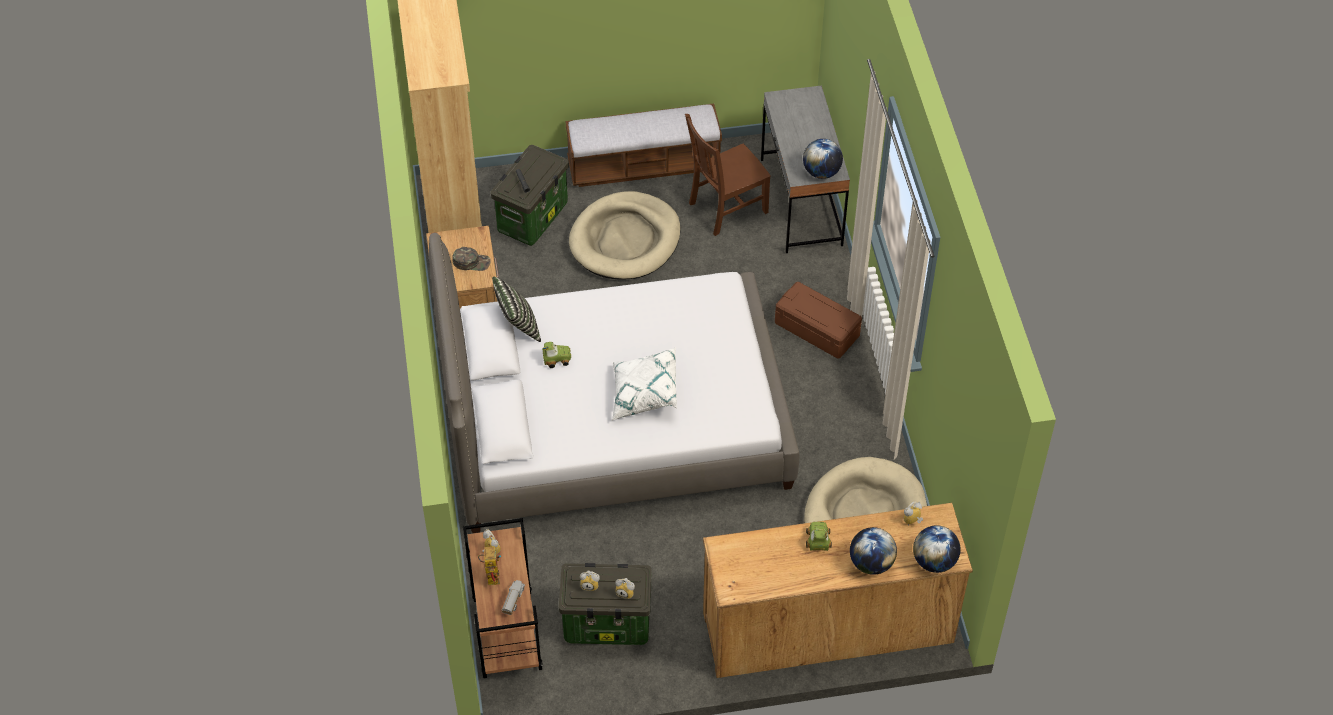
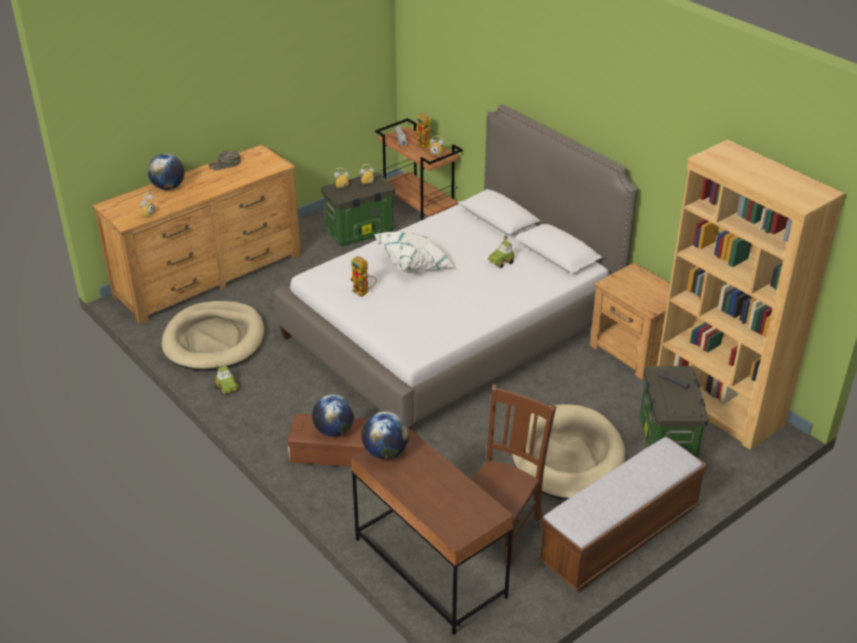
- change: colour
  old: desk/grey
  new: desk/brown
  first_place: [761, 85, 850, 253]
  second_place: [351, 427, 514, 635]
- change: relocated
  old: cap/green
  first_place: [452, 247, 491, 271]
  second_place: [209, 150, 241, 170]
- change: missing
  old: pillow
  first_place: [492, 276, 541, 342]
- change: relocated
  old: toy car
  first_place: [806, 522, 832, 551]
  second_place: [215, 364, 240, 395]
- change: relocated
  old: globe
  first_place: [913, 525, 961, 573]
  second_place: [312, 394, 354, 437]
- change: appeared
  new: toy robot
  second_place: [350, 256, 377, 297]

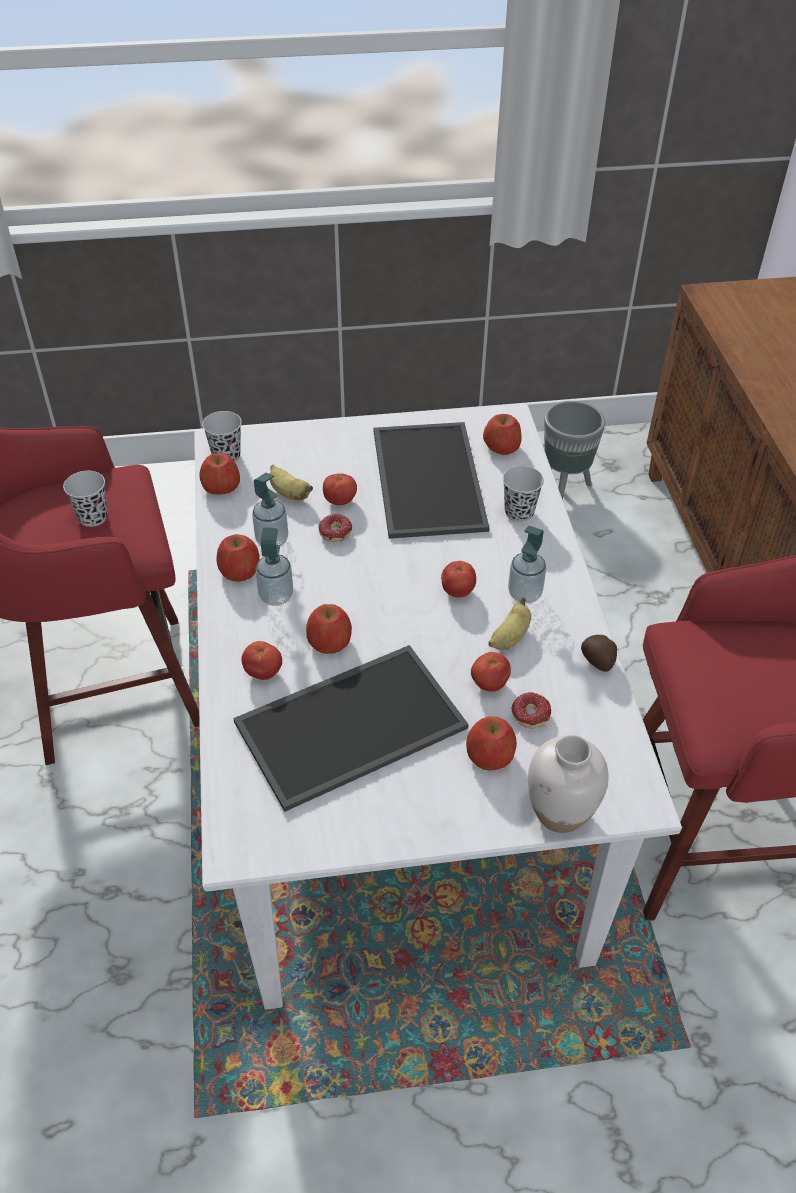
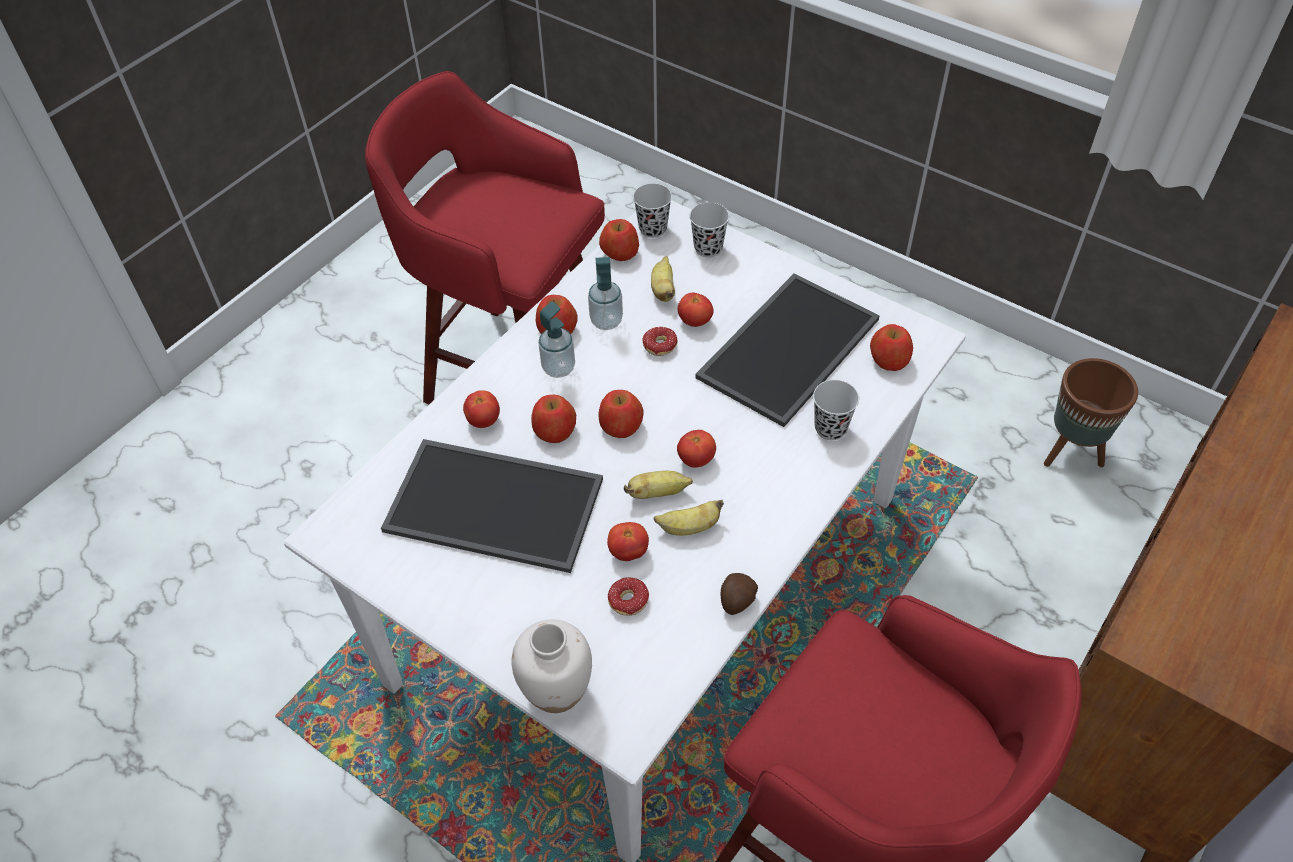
- change: colour
  old: planter/grey
  new: planter/brown
  first_place: [544, 401, 605, 500]
  second_place: [1044, 358, 1138, 467]
- change: relocated
  old: cup/black
  first_place: [63, 471, 107, 527]
  second_place: [690, 202, 729, 258]
- change: missing
  old: soap dispenser
  first_place: [508, 526, 546, 603]
- change: relocated
  old: apple
  first_place: [466, 716, 517, 770]
  second_place: [599, 390, 644, 438]
- change: appeared
  new: banana
  second_place: [624, 471, 693, 499]

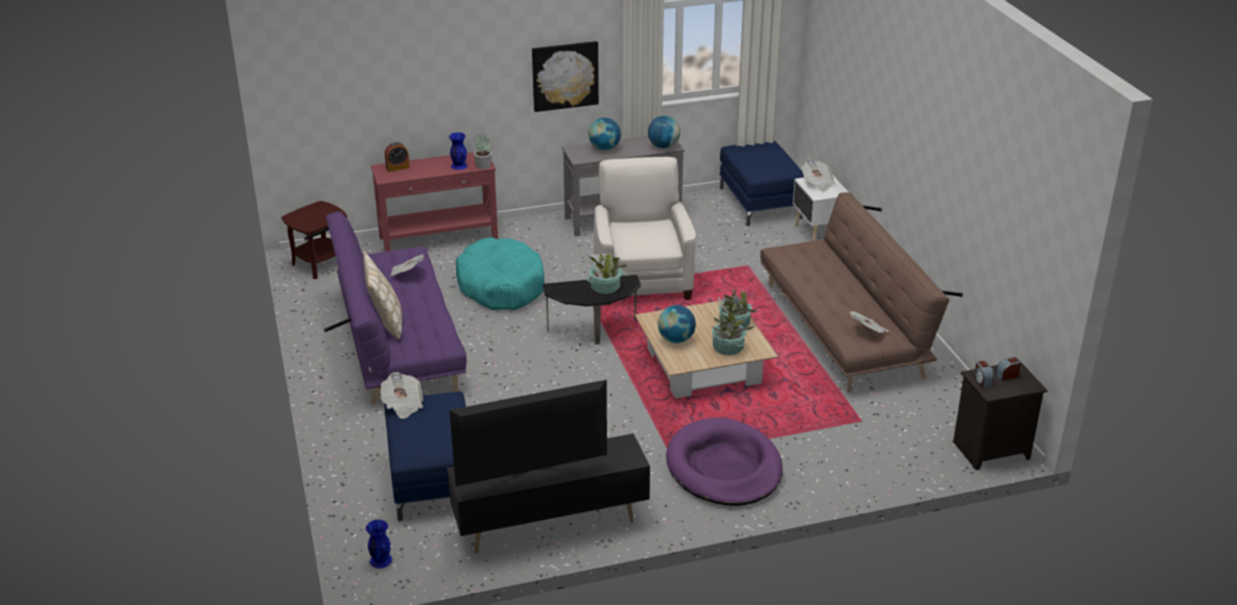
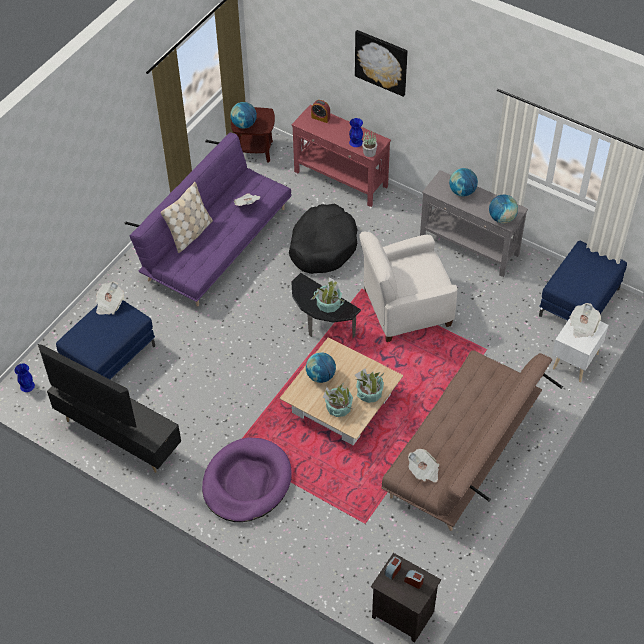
- change: relocated
  old: picture
  first_place: [532, 41, 599, 112]
  second_place: [355, 30, 408, 97]
- change: spun
  old: armchair/white
  first_place: [594, 157, 696, 305]
  second_place: [359, 232, 457, 342]
  degrees: -150
- change: colour
  old: dog bed/turquoise
  new: dog bed/black
  first_place: [456, 237, 545, 310]
  second_place: [289, 204, 358, 274]
- change: appeared
  new: globe
  second_place: [230, 102, 257, 129]

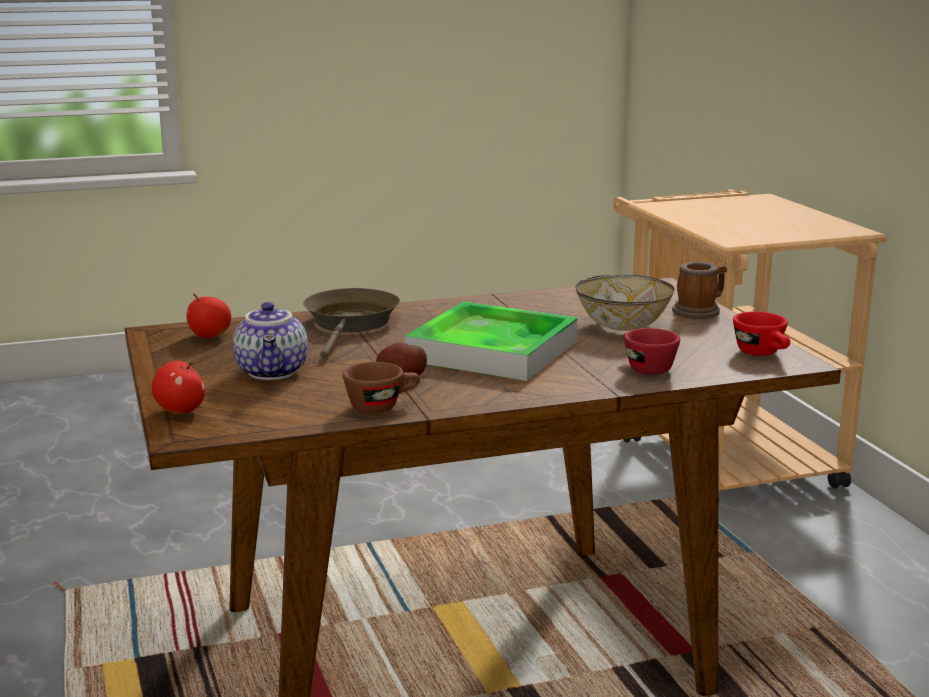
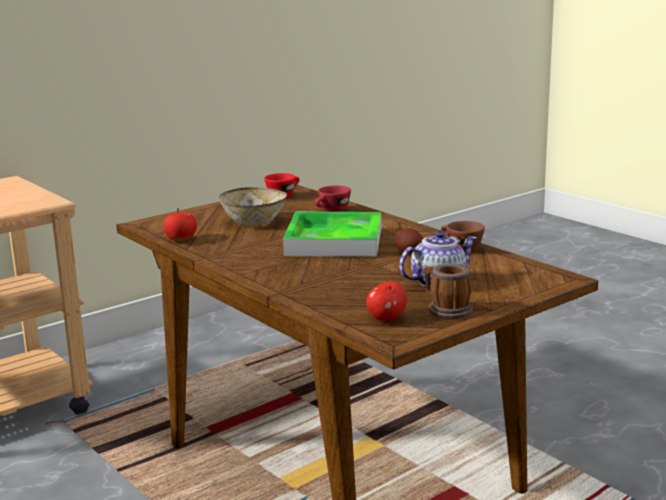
- change: relocated
  old: mug
  first_place: [672, 261, 727, 319]
  second_place: [423, 264, 473, 319]
- change: missing
  old: frying pan/brown
  first_place: [303, 288, 400, 359]
- change: relocated
  old: apple
  first_place: [152, 361, 205, 414]
  second_place: [163, 208, 197, 241]

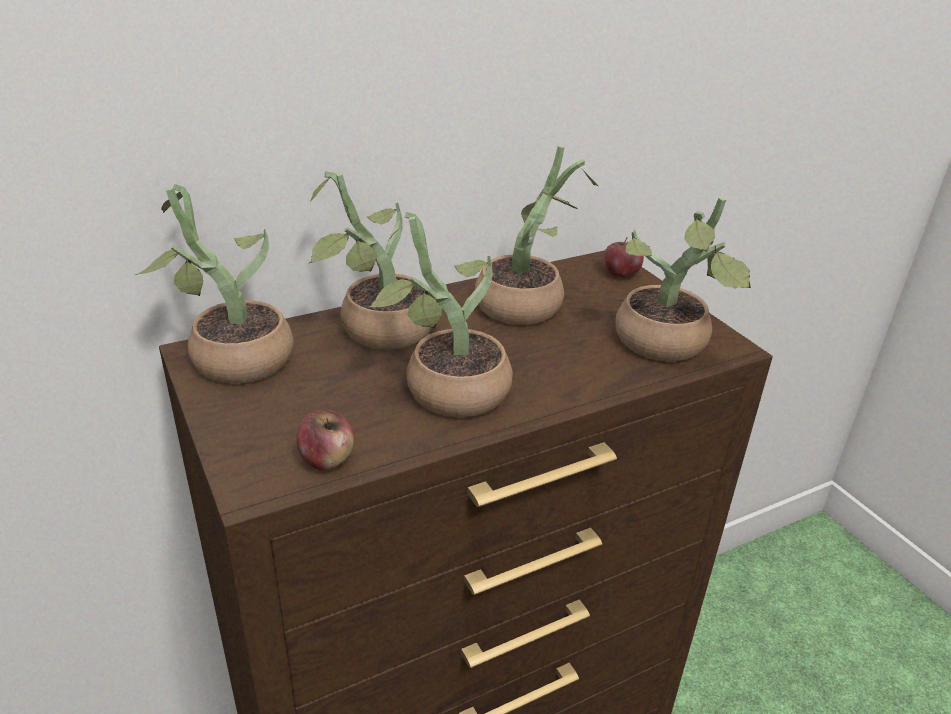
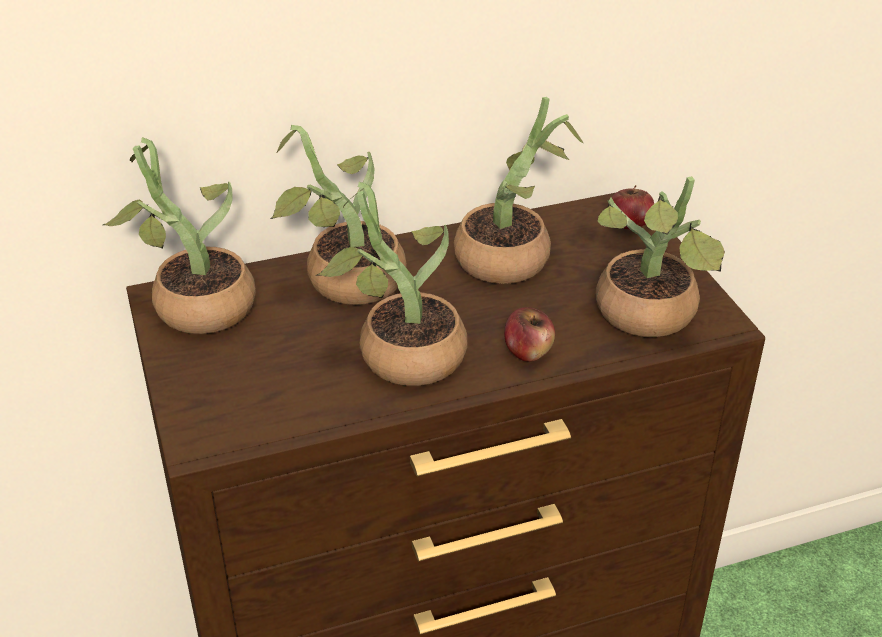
- change: relocated
  old: apple
  first_place: [297, 410, 355, 471]
  second_place: [504, 307, 555, 362]

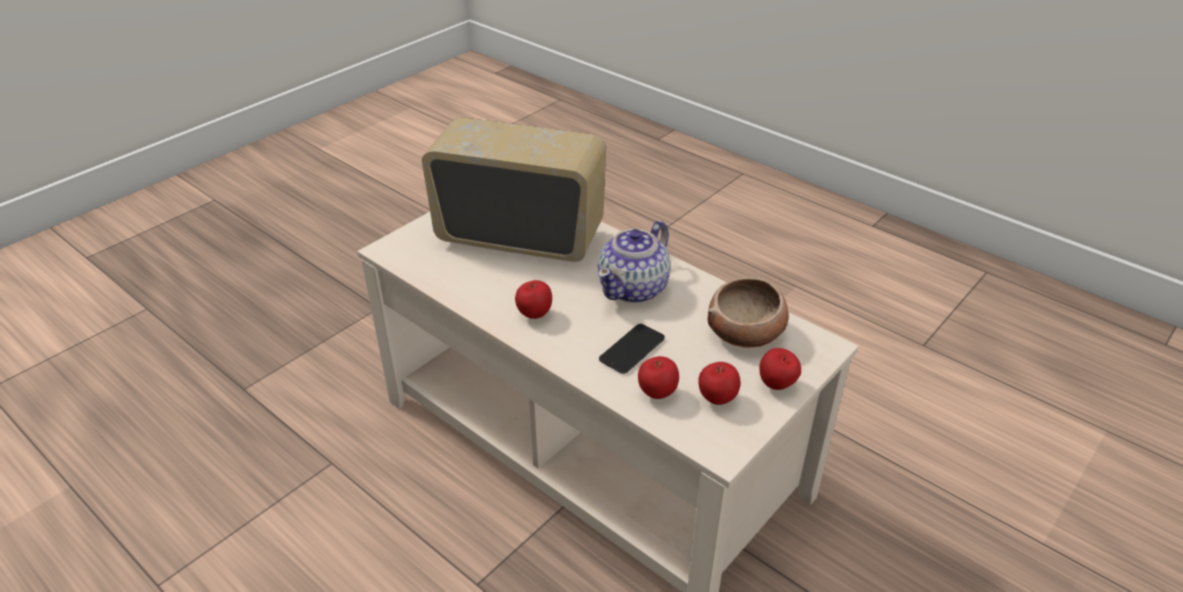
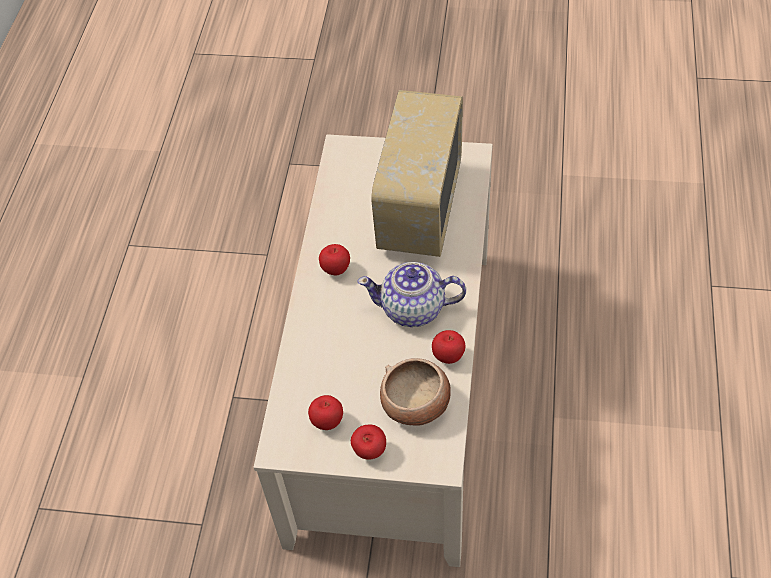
- change: spun
  old: radio
  first_place: [422, 117, 606, 262]
  second_place: [371, 90, 463, 257]
  degrees: -150
- change: missing
  old: phone
  first_place: [599, 324, 665, 374]
- change: relocated
  old: apple
  first_place: [638, 356, 679, 399]
  second_place: [432, 330, 465, 364]

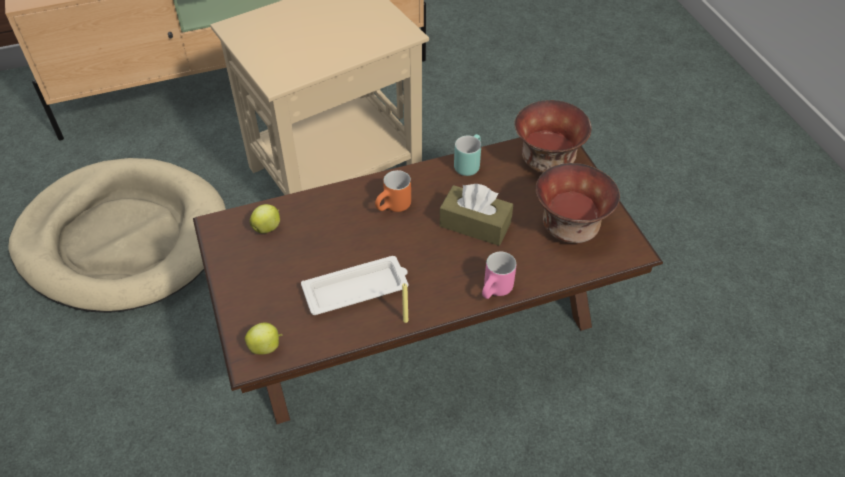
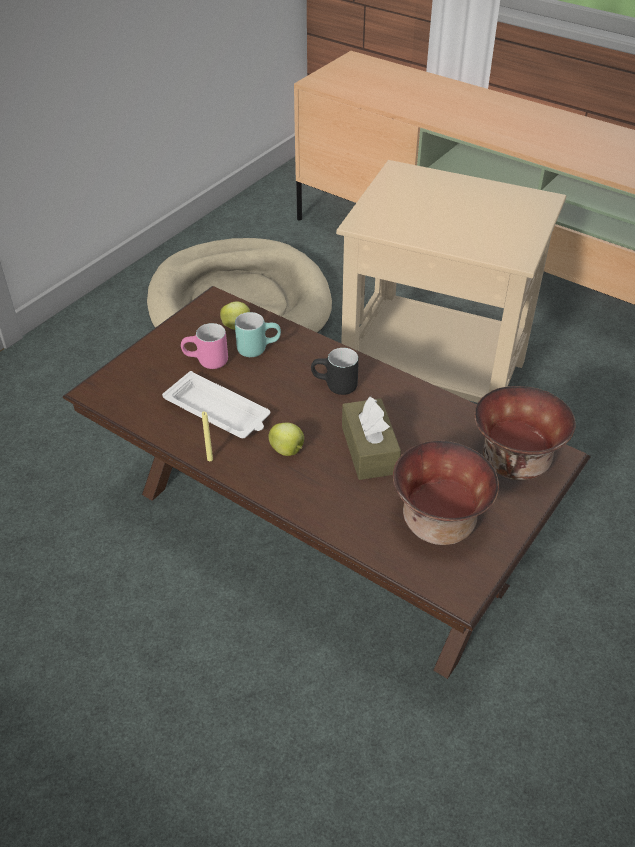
- change: relocated
  old: mug/turquoise
  first_place: [454, 134, 481, 176]
  second_place: [235, 312, 281, 357]
- change: colour
  old: mug/orange
  new: mug/black
  first_place: [375, 170, 411, 212]
  second_place: [311, 348, 359, 395]
- change: relocated
  old: mug/pink
  first_place: [482, 252, 516, 299]
  second_place: [181, 323, 228, 369]
- change: relocated
  old: apple
  first_place: [245, 323, 283, 354]
  second_place: [268, 423, 304, 456]

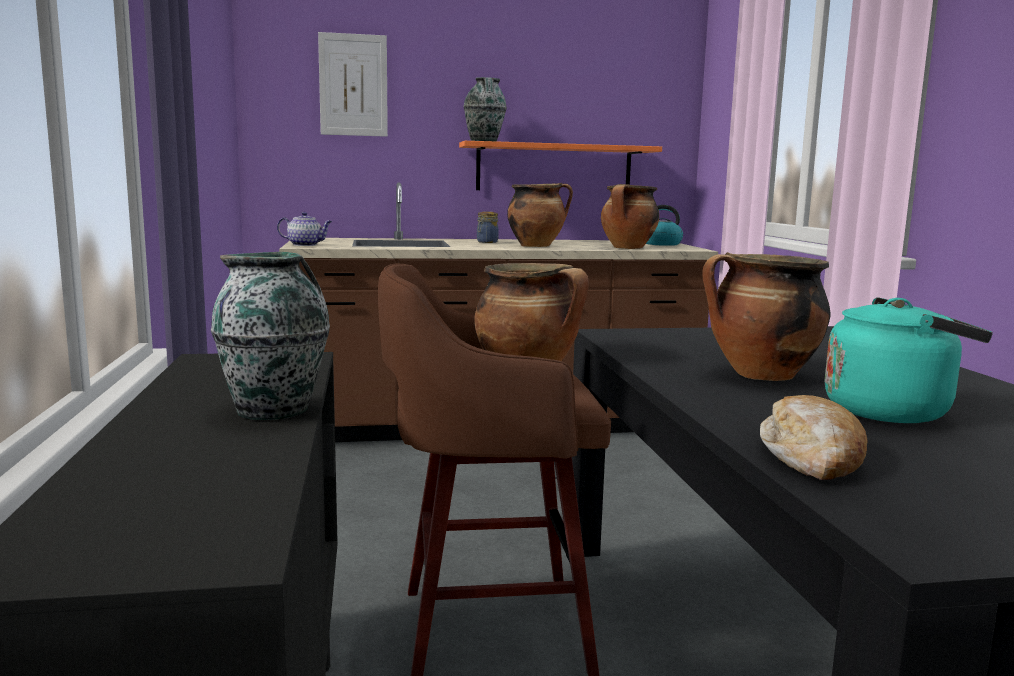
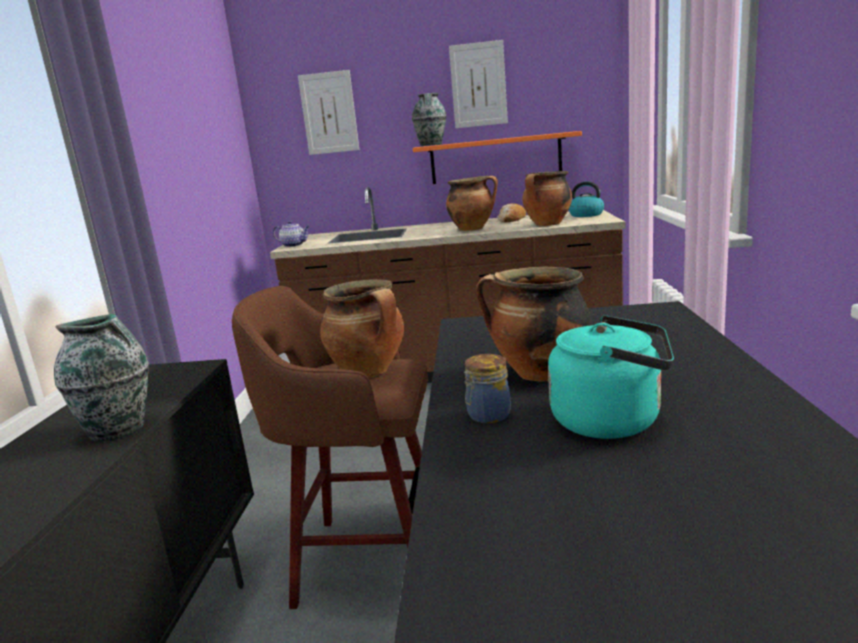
- change: relocated
  old: jar
  first_place: [477, 212, 499, 243]
  second_place: [464, 354, 511, 423]
- change: relocated
  old: bread
  first_place: [760, 395, 868, 480]
  second_place: [497, 203, 526, 222]
- change: appeared
  new: picture
  second_place: [449, 40, 508, 128]

